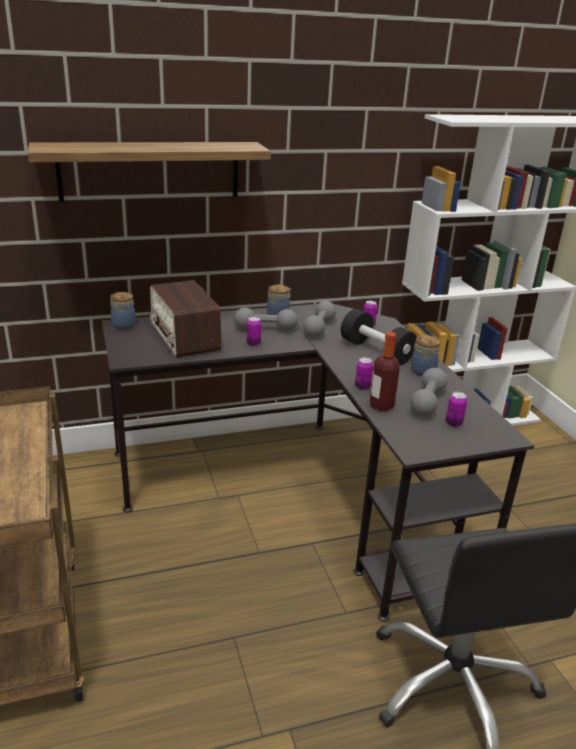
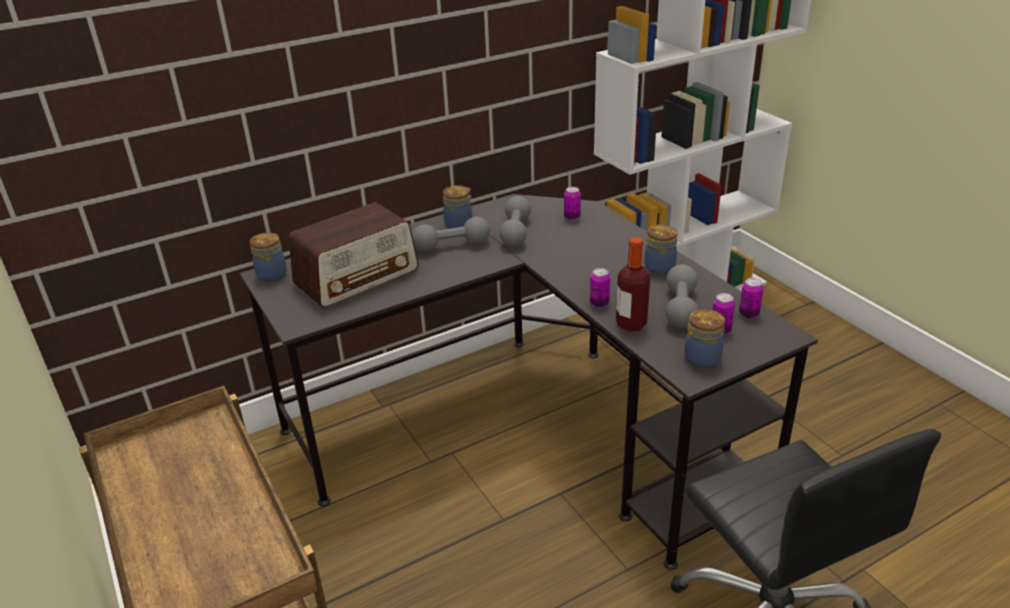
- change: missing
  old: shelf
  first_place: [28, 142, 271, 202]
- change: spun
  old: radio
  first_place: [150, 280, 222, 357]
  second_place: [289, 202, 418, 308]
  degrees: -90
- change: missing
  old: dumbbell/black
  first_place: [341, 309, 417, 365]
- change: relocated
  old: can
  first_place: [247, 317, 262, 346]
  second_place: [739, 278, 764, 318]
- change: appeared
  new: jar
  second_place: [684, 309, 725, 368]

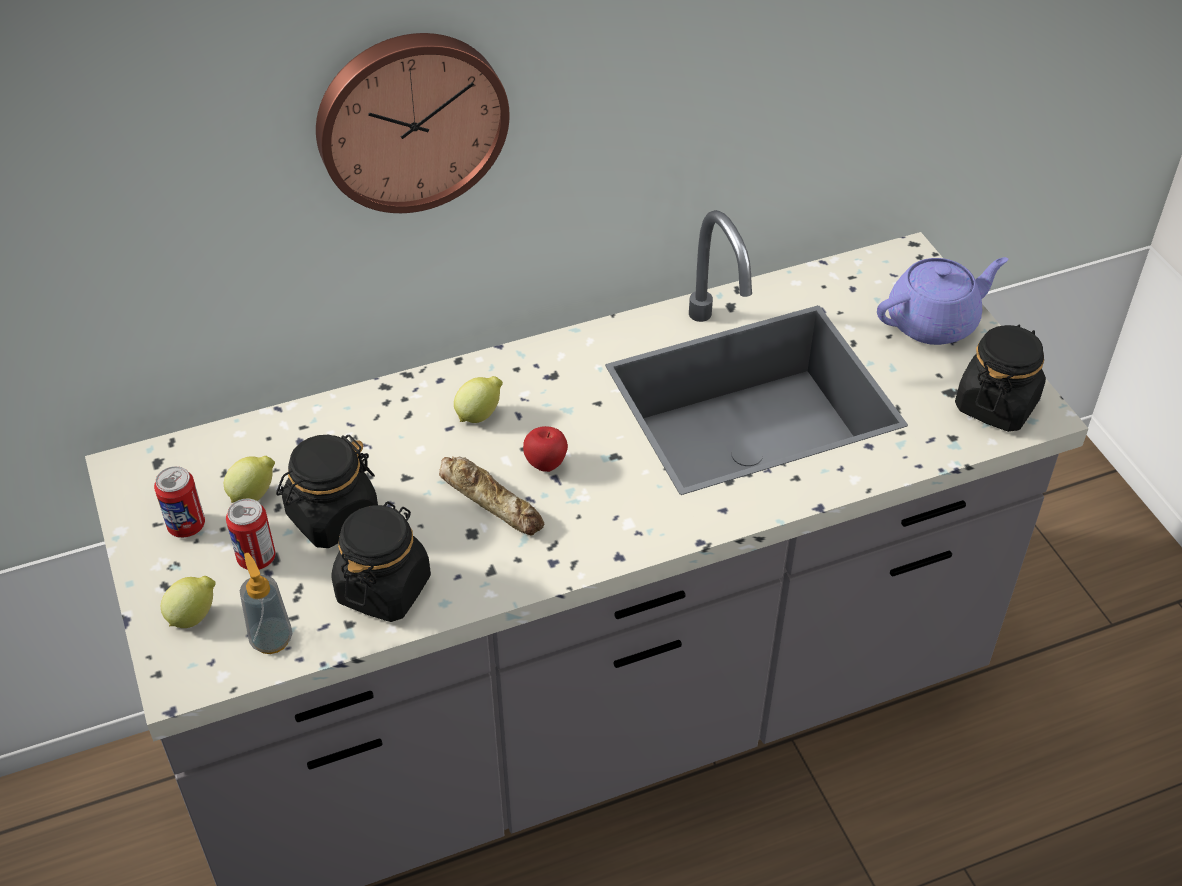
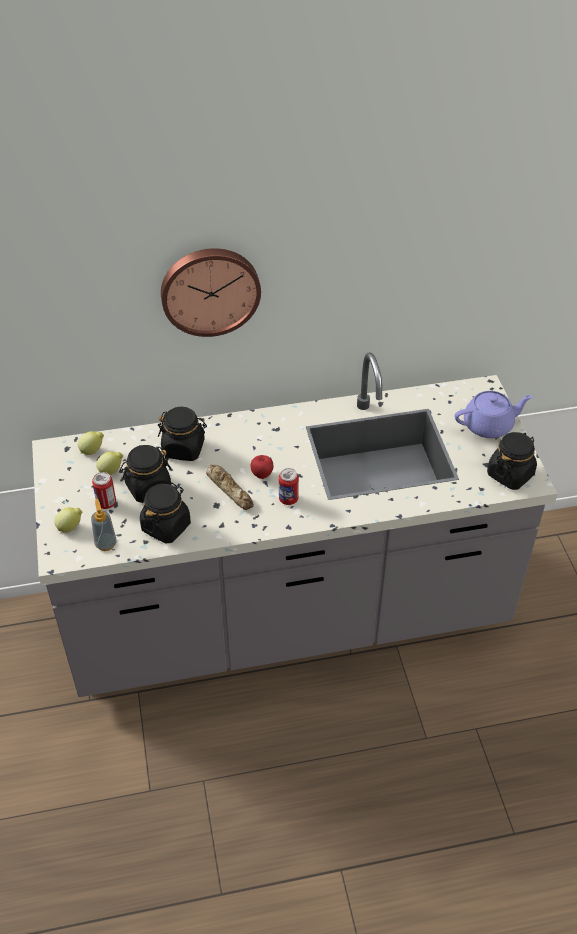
- change: relocated
  old: lemon
  first_place: [454, 376, 503, 423]
  second_place: [78, 431, 104, 455]
- change: relocated
  old: can
  first_place: [154, 466, 205, 538]
  second_place: [279, 468, 299, 505]
- change: appeared
  new: jar/black
  second_place: [158, 407, 207, 461]

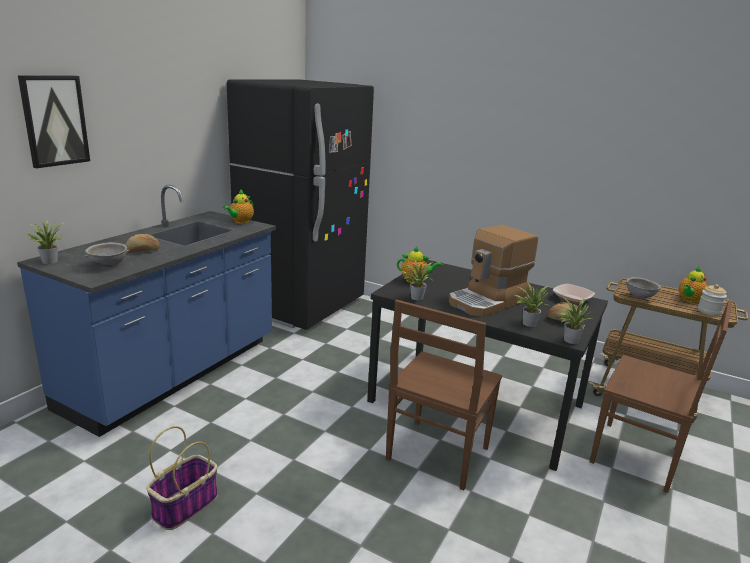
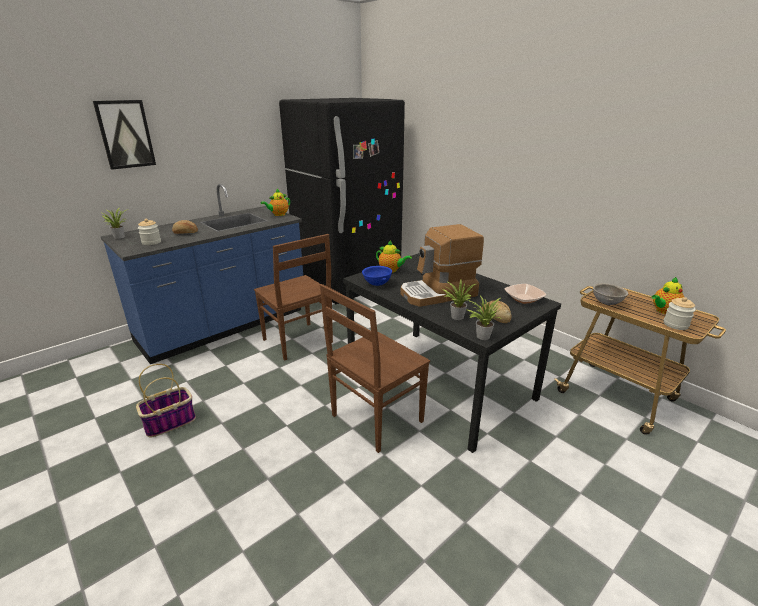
- change: exchanged
  old: bowl/grey
  new: jar
  first_place: [85, 242, 129, 267]
  second_place: [138, 219, 161, 245]
- change: exchanged
  old: potted plant
  new: bowl/blue
  first_place: [401, 261, 433, 301]
  second_place: [362, 266, 392, 286]
- change: relocated
  old: chair/brown
  first_place: [590, 300, 732, 493]
  second_place: [254, 234, 333, 361]

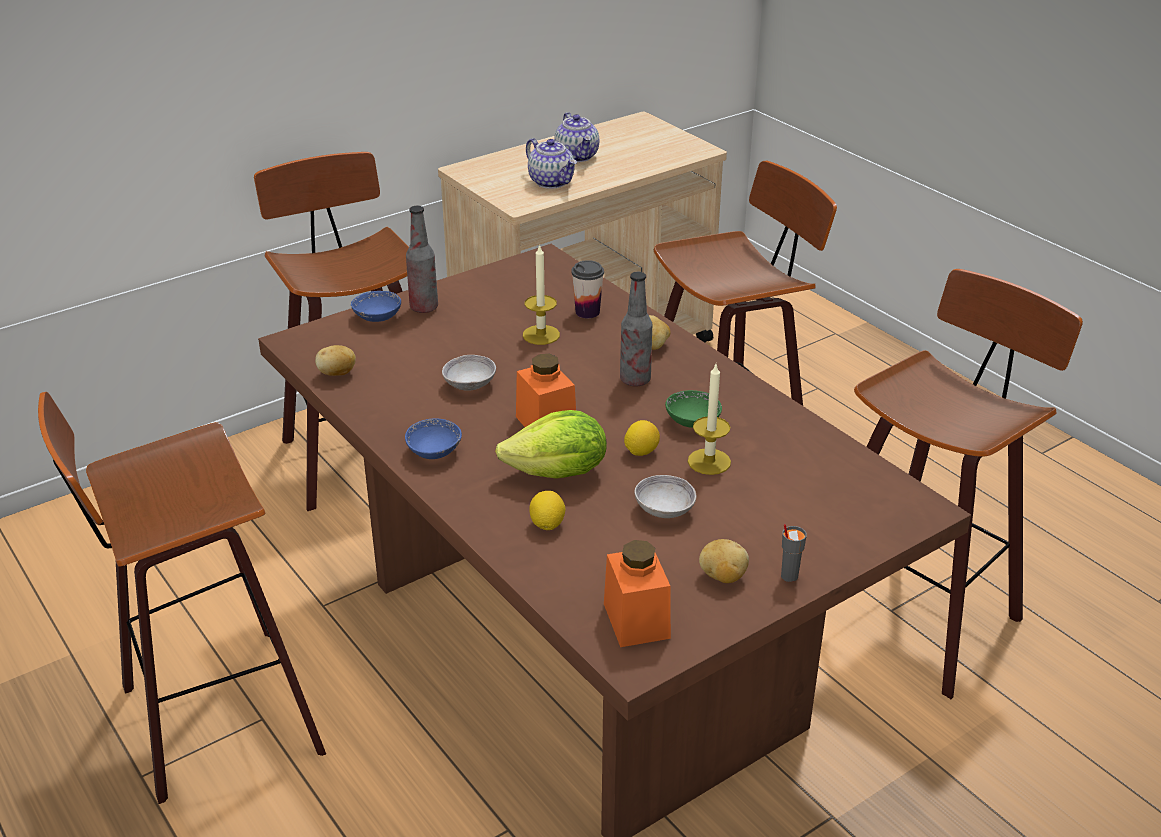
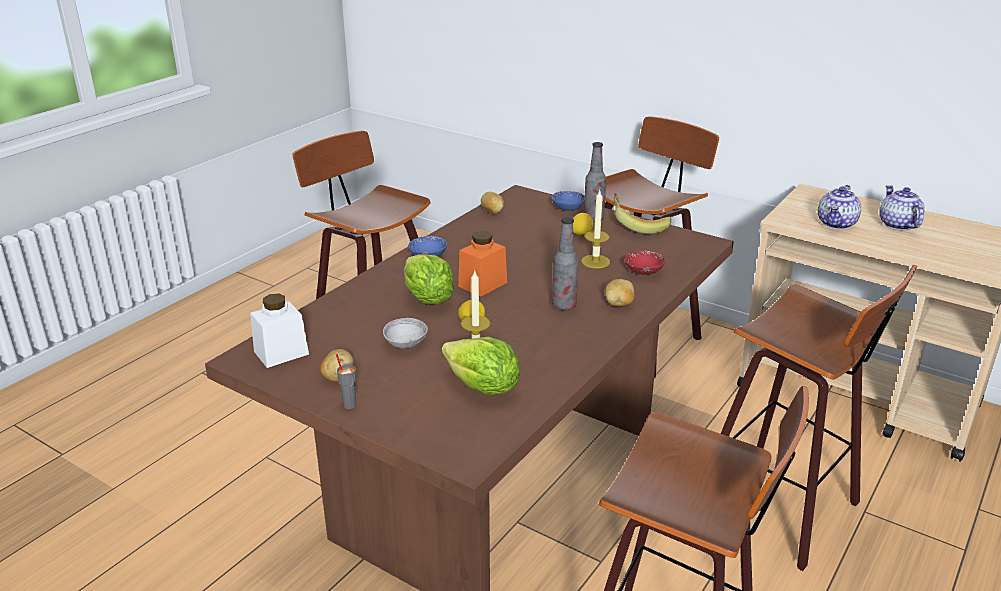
- change: spun
  old: teapot
  first_place: [554, 112, 599, 162]
  second_place: [879, 185, 925, 231]
  degrees: 120
- change: exchanged
  old: cup
  new: bowl/red
  first_place: [571, 260, 604, 318]
  second_place: [625, 250, 665, 275]
- change: missing
  old: bowl/grey
  first_place: [442, 355, 496, 391]
- change: missing
  old: bowl/green
  first_place: [665, 390, 722, 428]
- change: relocated
  old: lemon
  first_place: [529, 491, 565, 530]
  second_place: [573, 213, 593, 235]
- change: colour
  old: jar/orange
  new: jar/white
  first_place: [604, 540, 671, 647]
  second_place: [250, 293, 309, 368]
- change: appeared
  new: banana
  second_place: [614, 193, 671, 234]
- change: appeared
  new: lettuce
  second_place: [442, 337, 520, 395]

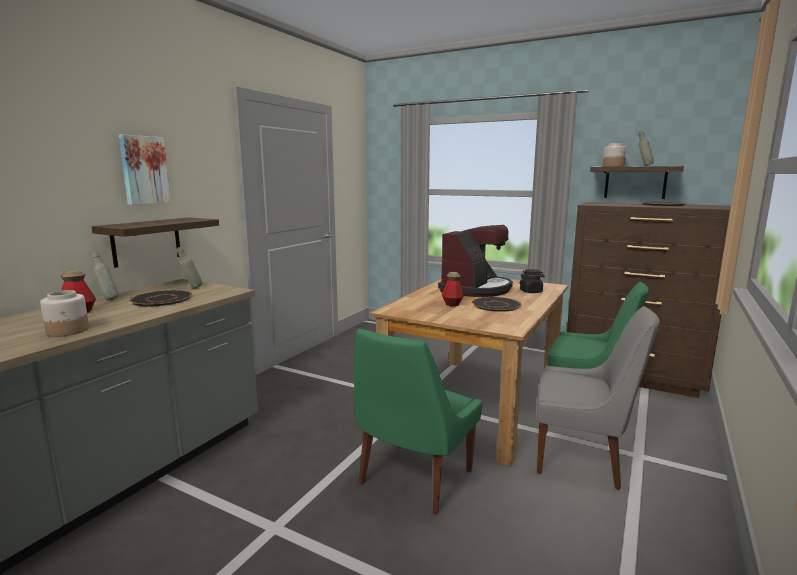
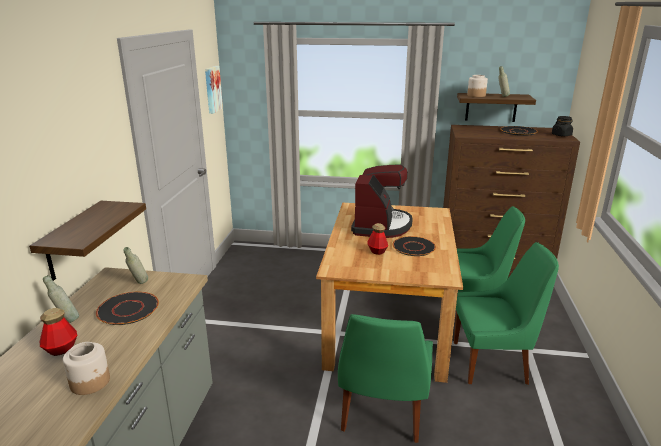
- change: relocated
  old: picture
  first_place: [119, 134, 171, 205]
  second_place: [205, 66, 223, 114]
- change: relocated
  old: jar/black
  first_place: [520, 269, 545, 293]
  second_place: [552, 116, 573, 137]
- change: colour
  old: chair/grey
  new: chair/green
  first_place: [537, 306, 660, 490]
  second_place: [454, 242, 559, 385]

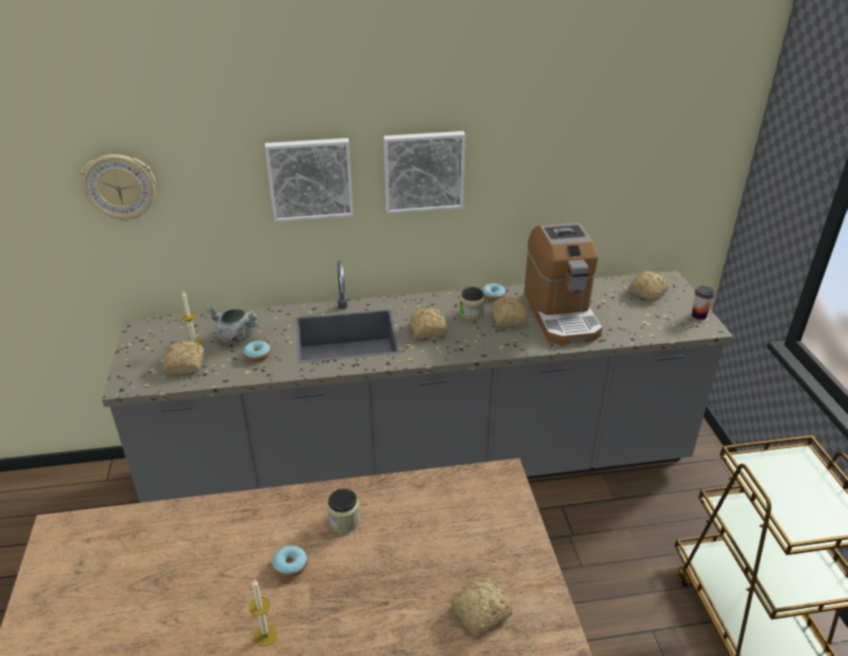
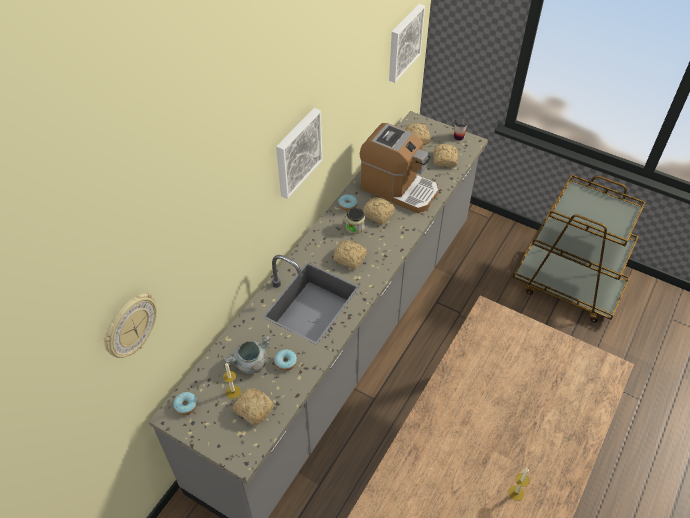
- change: relocated
  old: picture
  first_place: [265, 138, 353, 222]
  second_place: [389, 4, 425, 83]
- change: missing
  old: jar
  first_place: [327, 488, 360, 533]
- change: relocated
  old: donut
  first_place: [272, 546, 307, 578]
  second_place: [173, 392, 198, 415]
- change: relocated
  old: bread
  first_place: [451, 578, 513, 637]
  second_place: [433, 144, 458, 167]

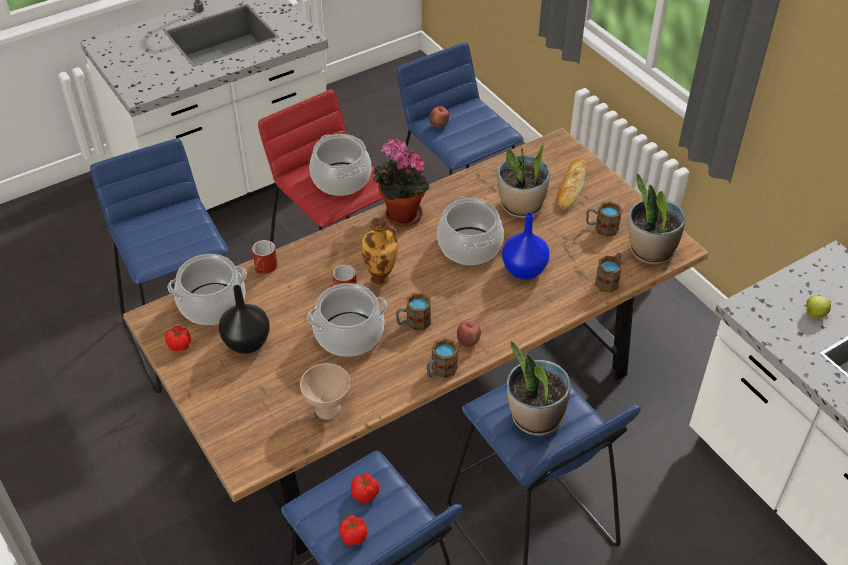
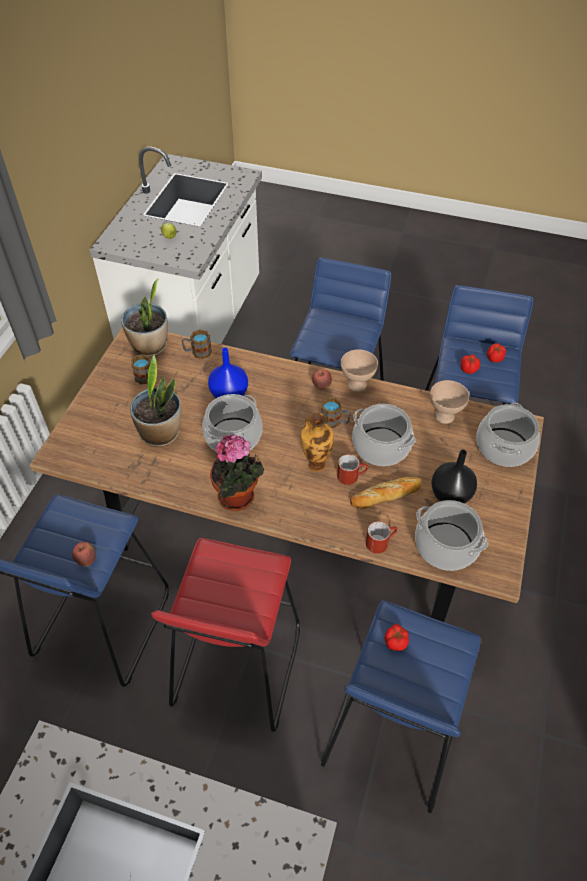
- change: relocated
  old: cooking pot
  first_place: [309, 134, 371, 196]
  second_place: [476, 403, 540, 467]
- change: relocated
  old: bread
  first_place: [557, 158, 586, 210]
  second_place: [350, 477, 422, 509]
- change: relocated
  old: tomato
  first_place: [165, 326, 191, 351]
  second_place: [385, 624, 409, 651]
- change: exchanged
  old: mug
  new: bowl/beige
  first_place: [427, 338, 459, 378]
  second_place: [341, 349, 378, 392]
- change: missing
  old: potted plant
  first_place: [507, 341, 571, 436]

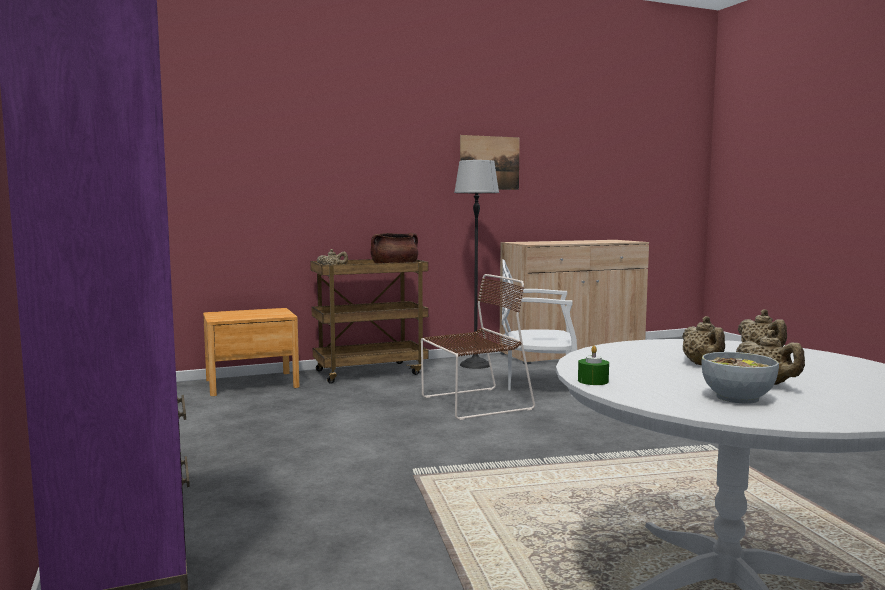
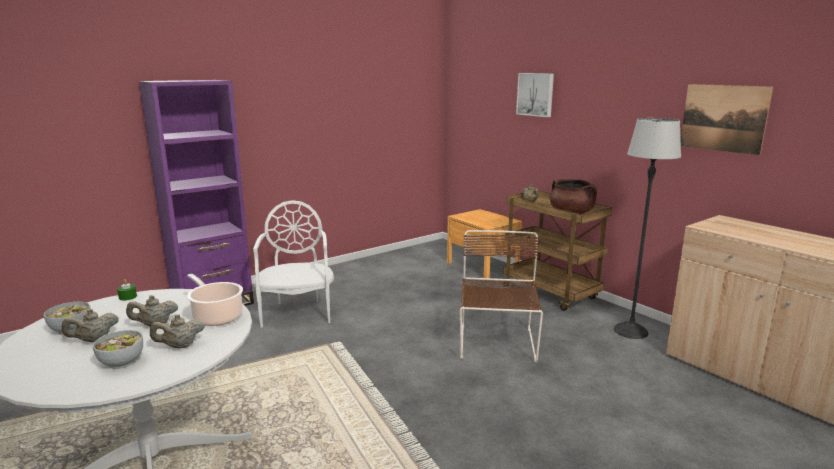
- change: relocated
  old: chair/white
  first_place: [501, 260, 578, 396]
  second_place: [253, 200, 334, 328]
- change: spun
  old: chair/brown
  first_place: [421, 274, 535, 420]
  second_place: [460, 230, 543, 363]
  degrees: -135
- change: appeared
  new: picture
  second_place: [516, 73, 554, 117]
- change: appeared
  new: cooking pot
  second_place: [187, 274, 243, 326]
- change: appeared
  new: bowl
  second_place: [93, 330, 143, 369]

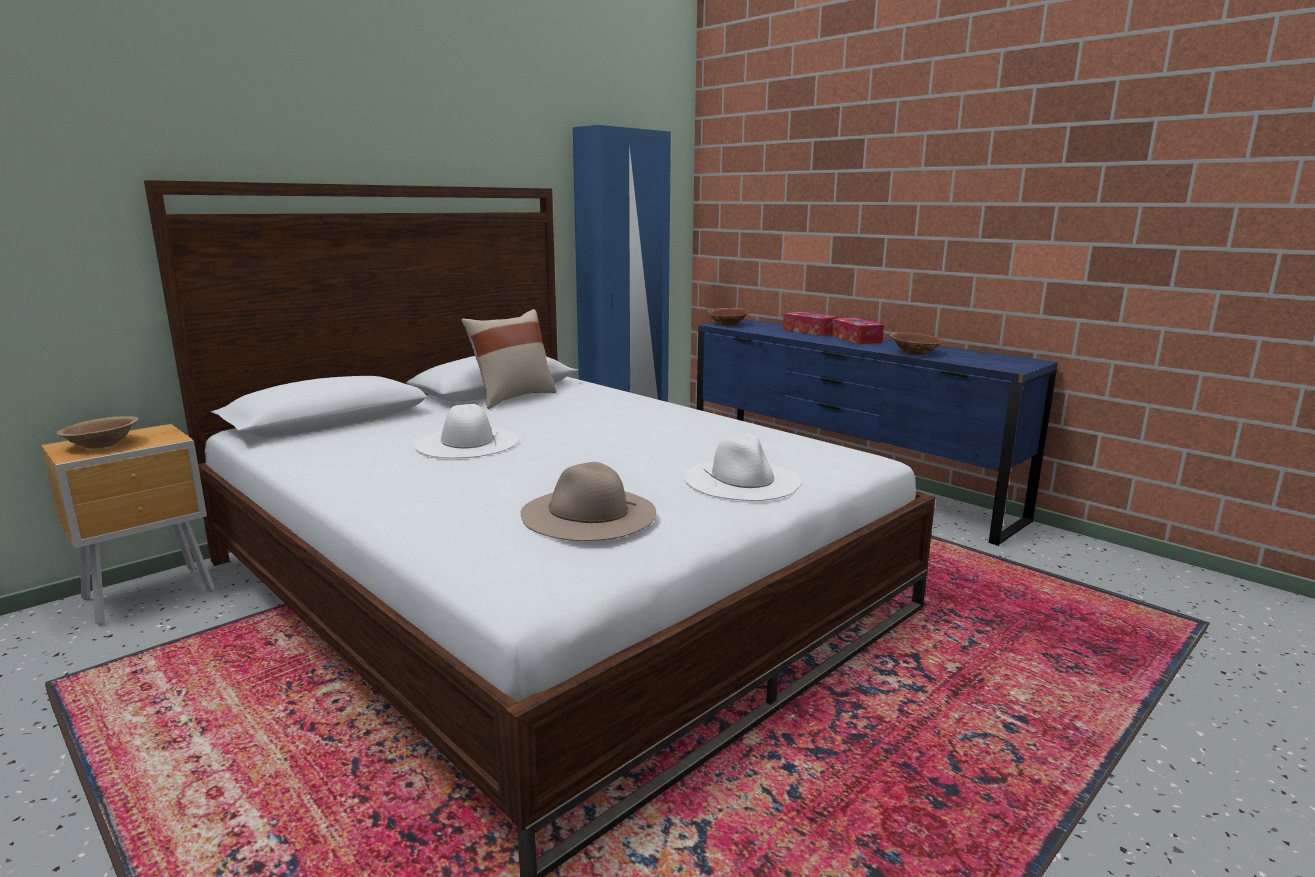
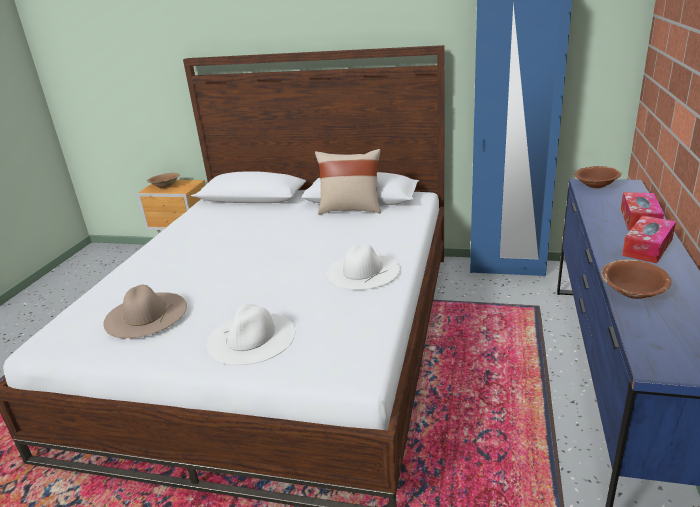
- change: relocated
  old: hat/white
  first_place: [414, 404, 519, 458]
  second_place: [326, 244, 400, 290]

